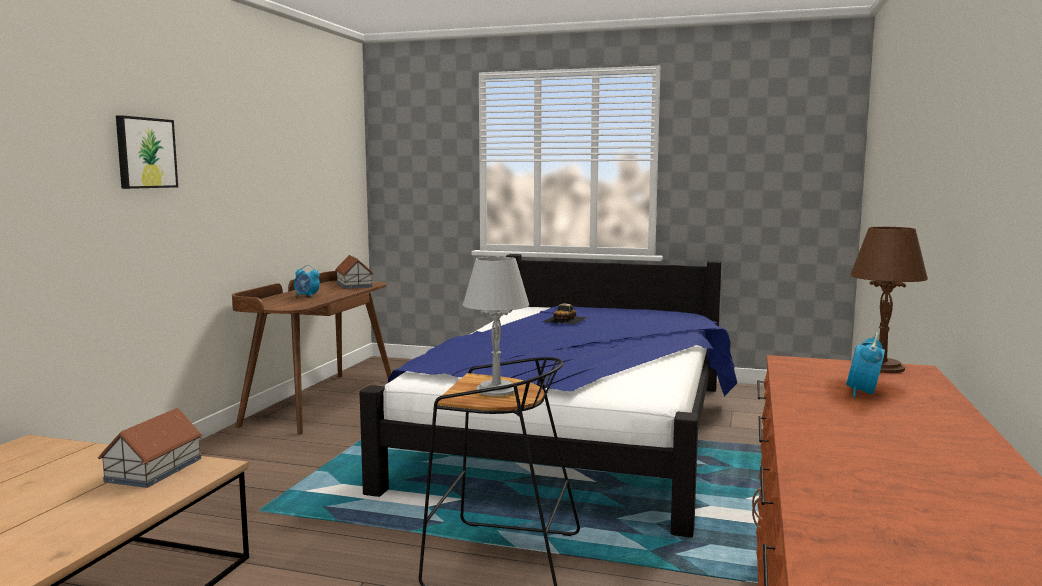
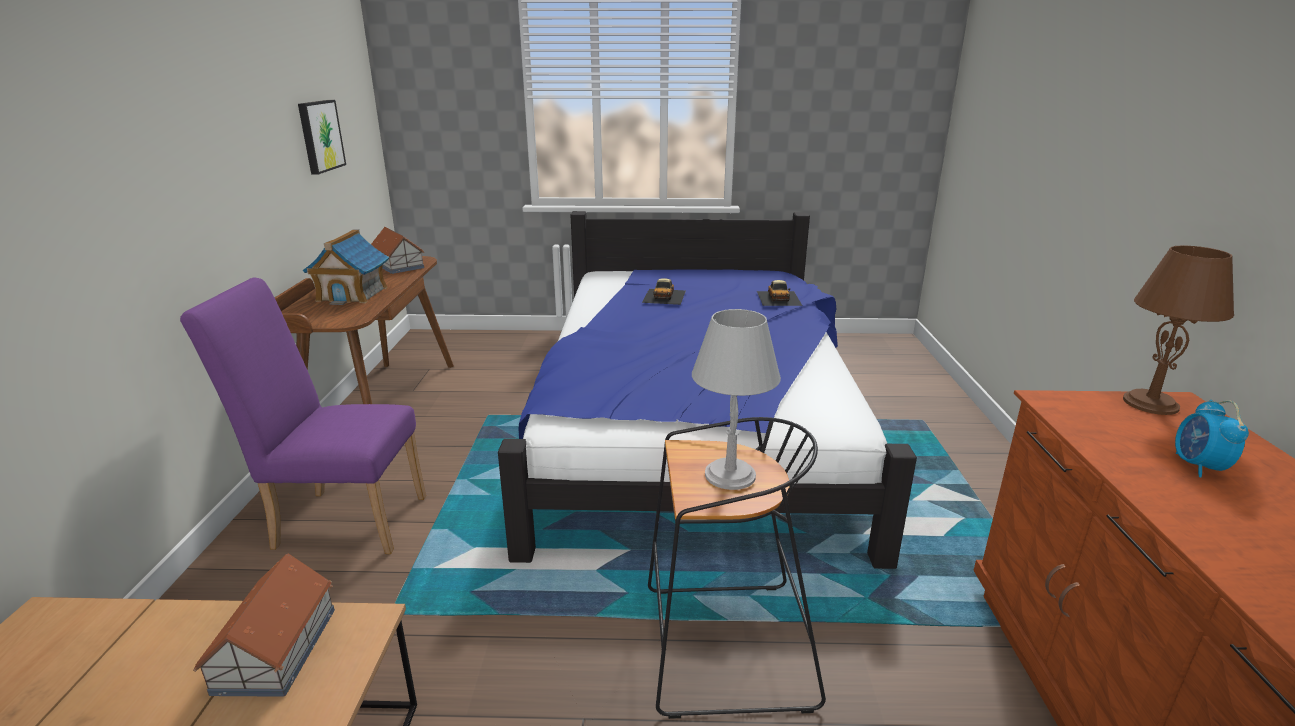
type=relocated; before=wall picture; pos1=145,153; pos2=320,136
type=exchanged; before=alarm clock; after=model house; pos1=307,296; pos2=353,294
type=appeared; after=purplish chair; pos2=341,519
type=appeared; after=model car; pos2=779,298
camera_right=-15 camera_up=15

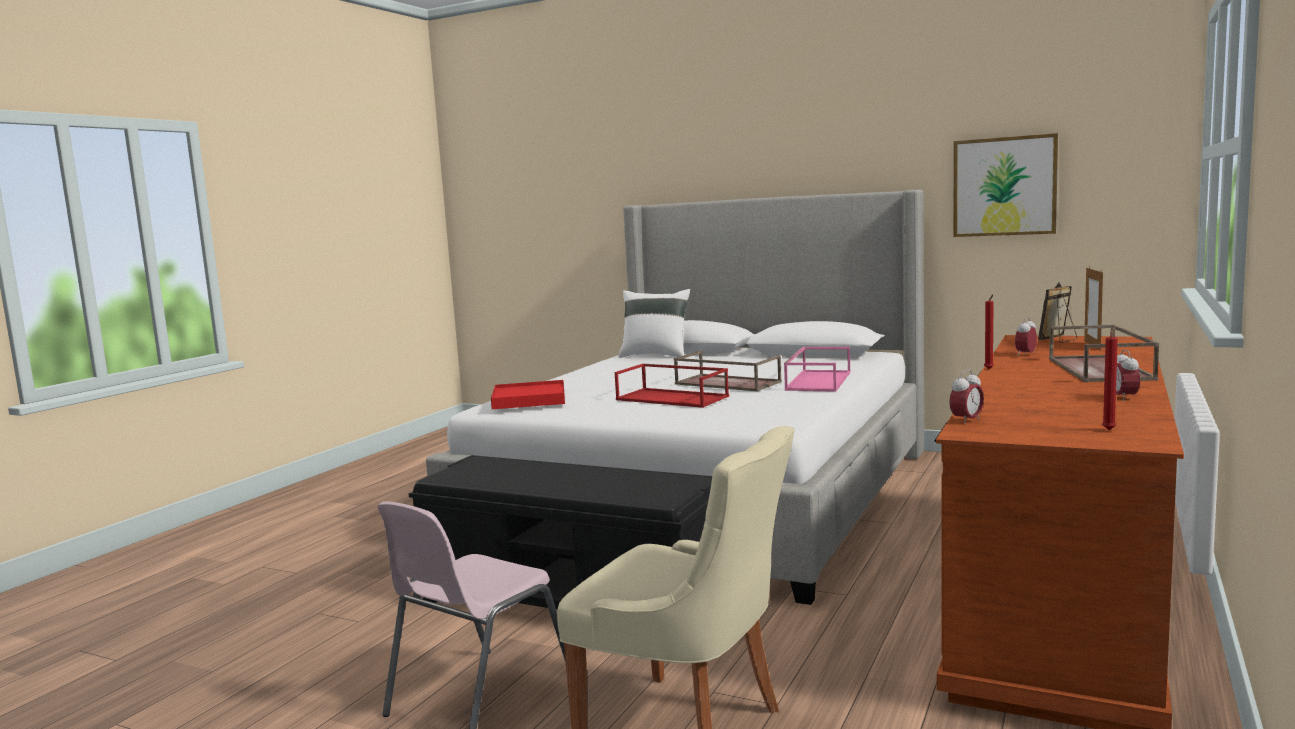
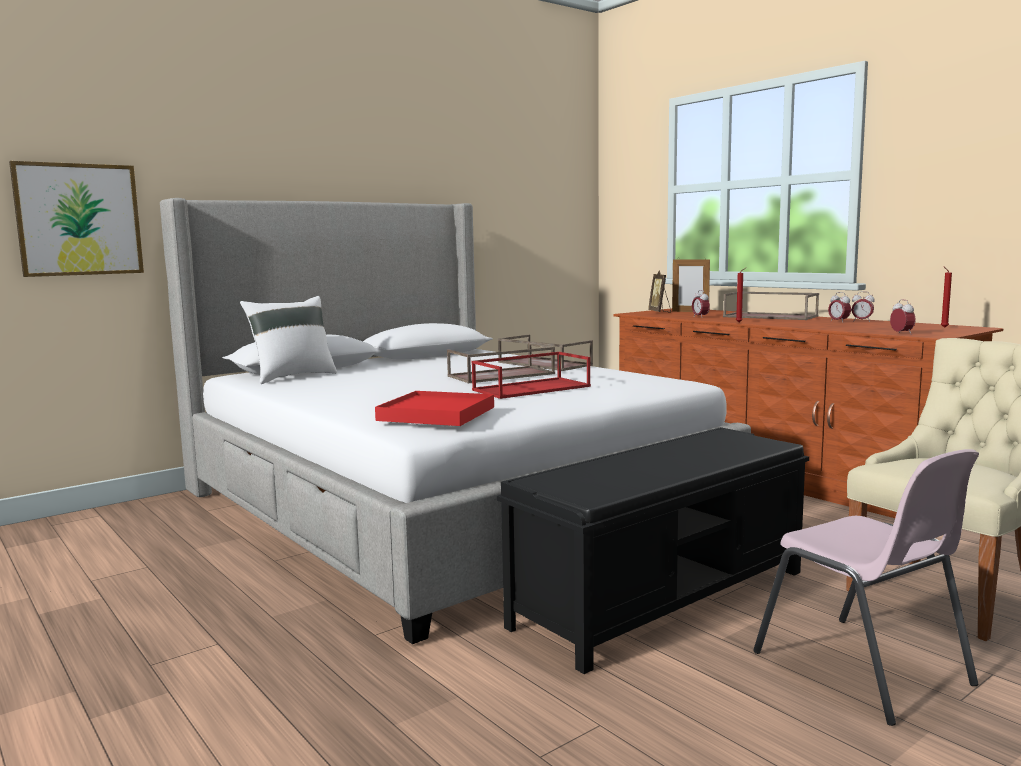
type=relocated; before=wall picture; pos1=1004,186; pos2=79,219
type=colour; before=pinkish tray; after=brown-coloured tray; pos1=817,381; pos2=543,364
type=appeared; after=alarm clock; pos2=838,322
camera_right=-65 camera_up=0

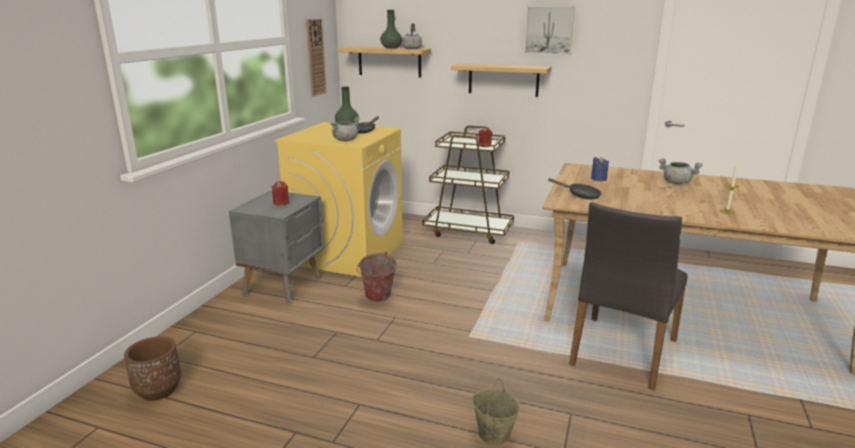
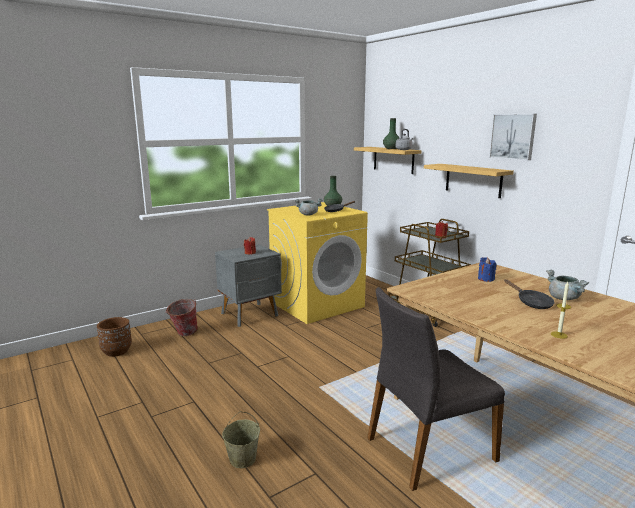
type=missing; before=clock on the wall; pos1=315,57
type=relocated; before=blackish frying pan; pos1=580,195; pos2=531,303
type=relocated; before=bucket; pos1=377,299; pos2=183,334
camera_right=35 camera_up=-5

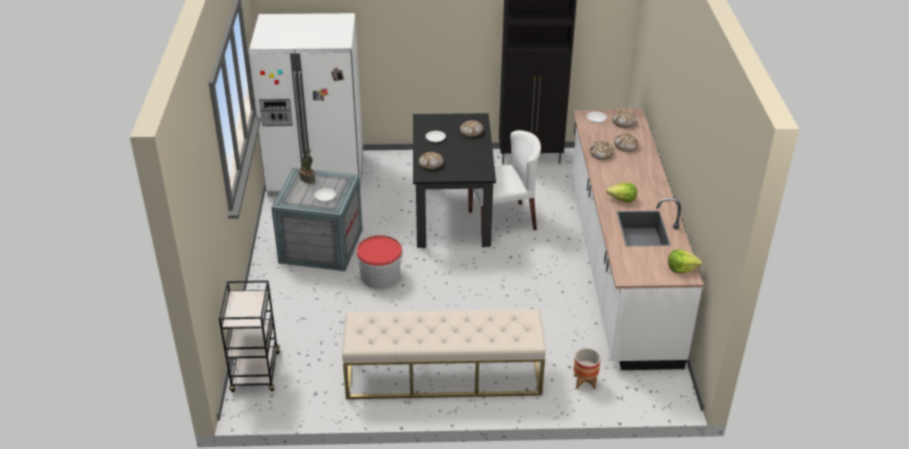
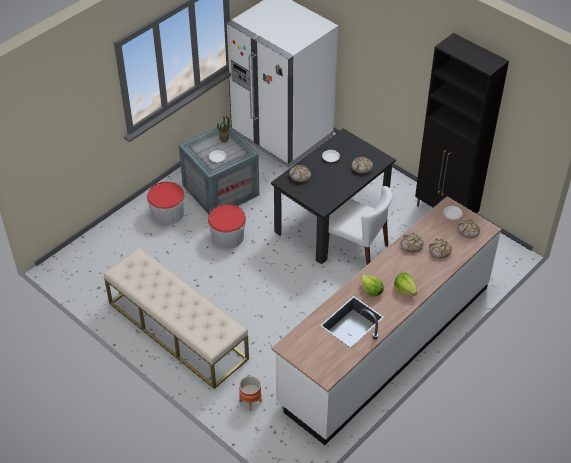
type=relocated; before=head of lettuce; pos1=681,268; pos2=405,289
type=missing; before=blackish wheeled cart; pos1=256,373
type=appeared; after=bucket; pos2=168,213
camera_right=45 camera_up=10

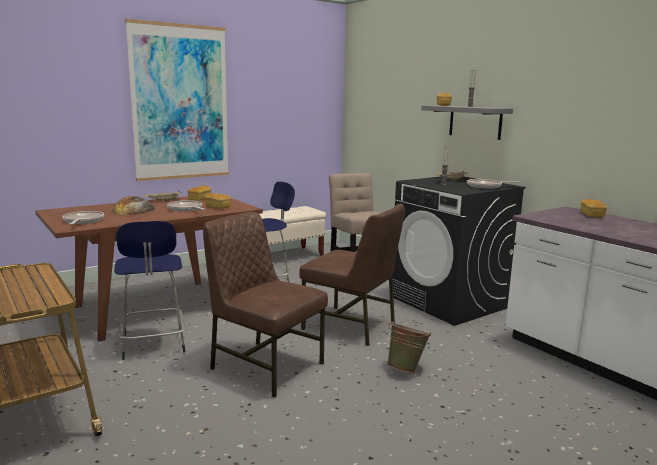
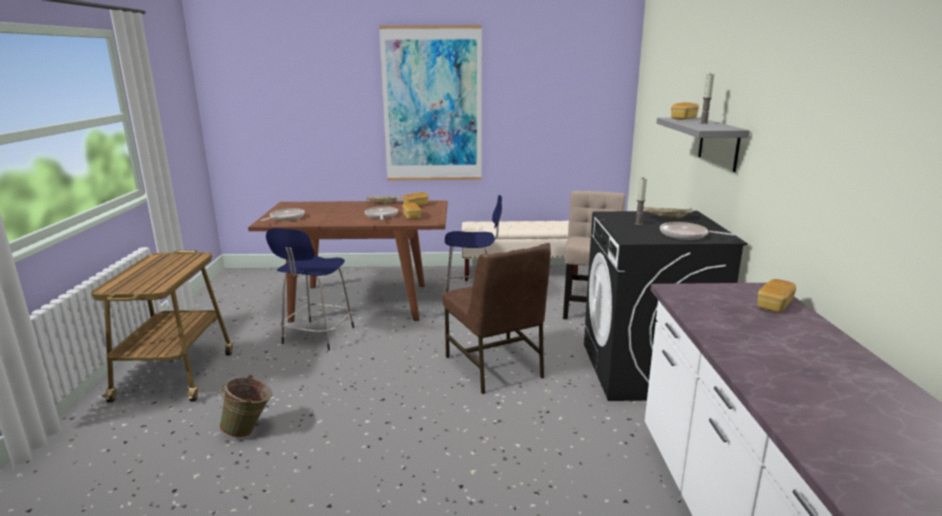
type=missing; before=baked bread; pos1=133,210
type=missing; before=brown-coloured chair; pos1=265,366
type=relocated; before=green-coloured bucket; pos1=406,369; pos2=250,431
camera_right=35 camera_up=5

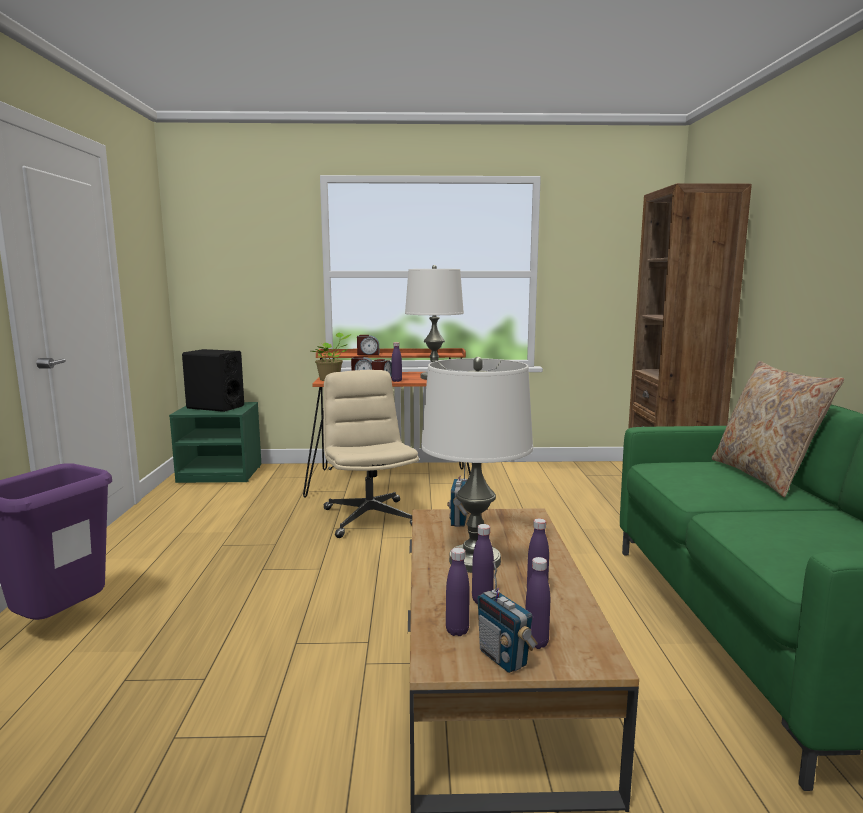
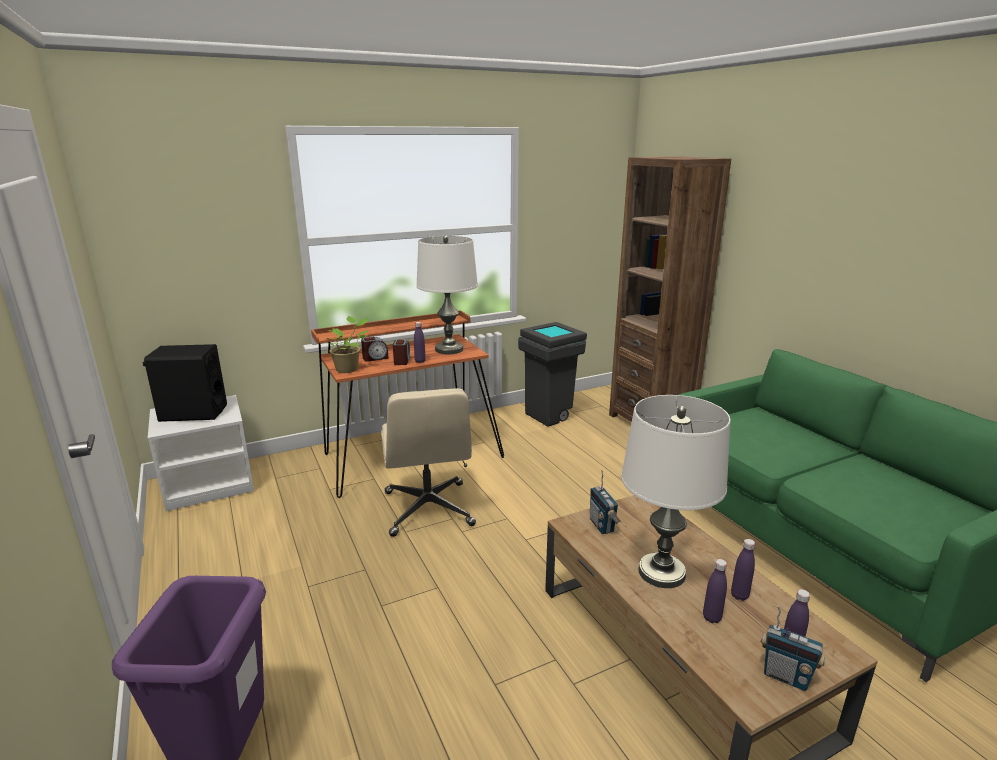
type=missing; before=alarm clock; pos1=368,354
type=missing; before=beige pillow; pos1=764,476
type=spun; before=beige computer chair; pos1=369,518; pos2=429,509; turn=-150
type=colour; before=green-coloured bedside table; after=whitish bedside table; pos1=221,473; pos2=210,484
type=missing; before=purplish beverage bottle; pos1=457,631
type=appeared; after=grey waste bin; pos2=551,416
camera_right=-25 camera_up=10

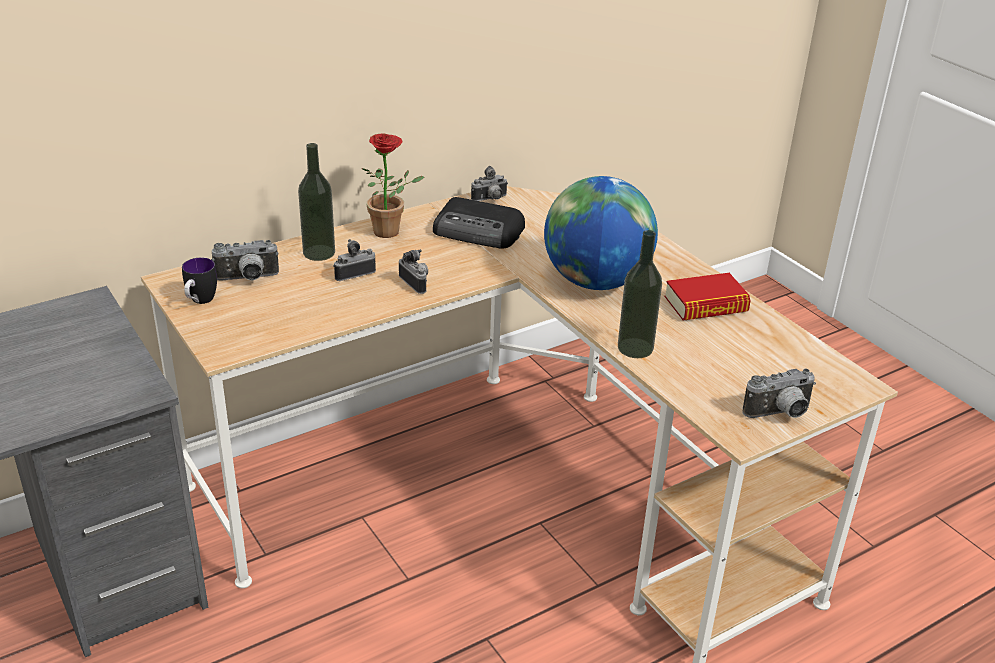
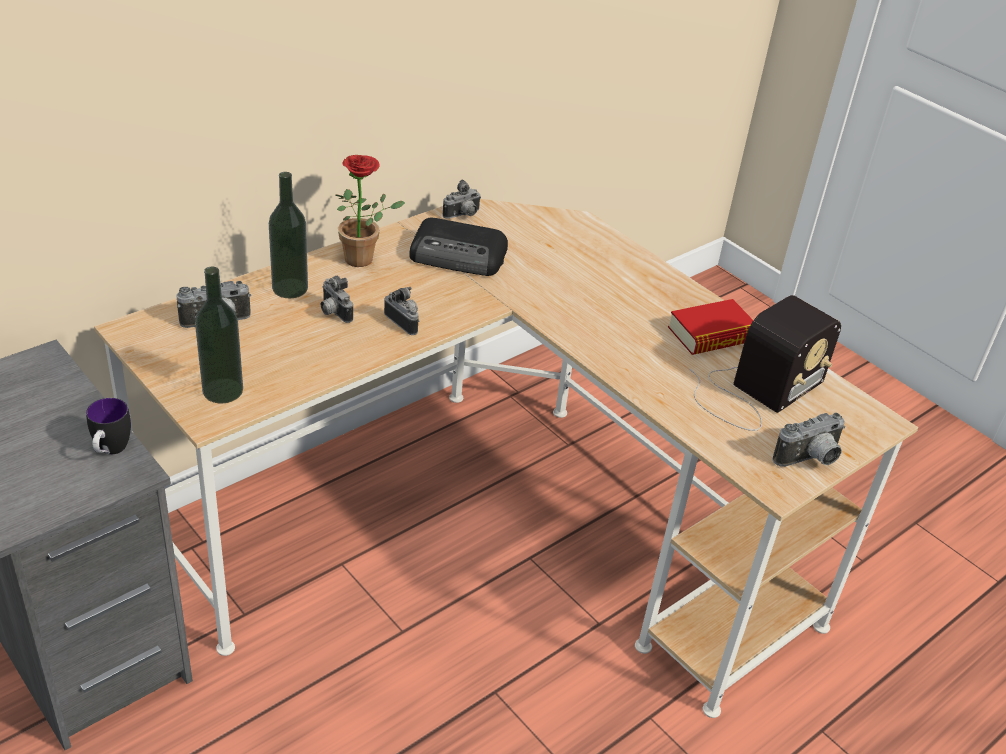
type=missing; before=desk globe; pos1=595,282
type=relocated; before=beverage bottle; pos1=635,348; pos2=222,391
type=spun; before=photo camera; pos1=353,273; pos2=333,313; turn=-90
type=relocated; before=coffee mug; pos1=200,302; pos2=110,451
type=appeared; after=radio receiver; pos2=755,392
camera_right=-10 camera_up=5

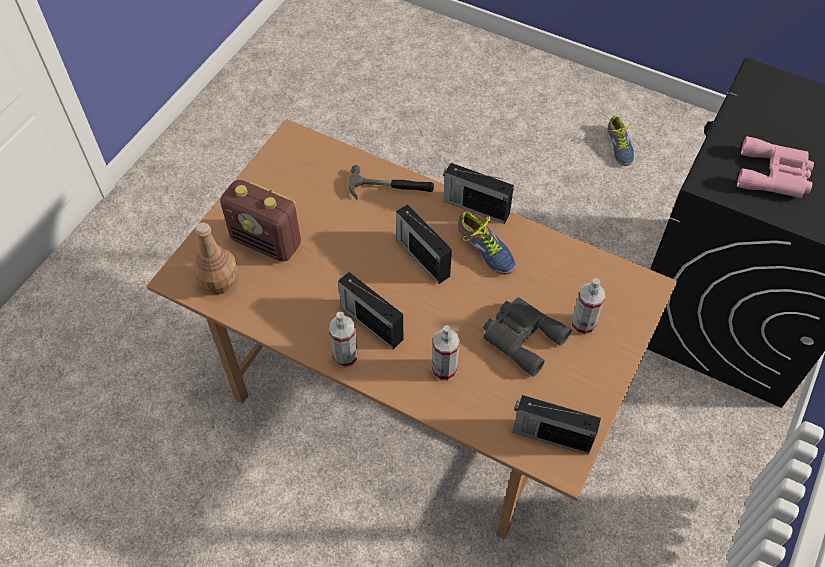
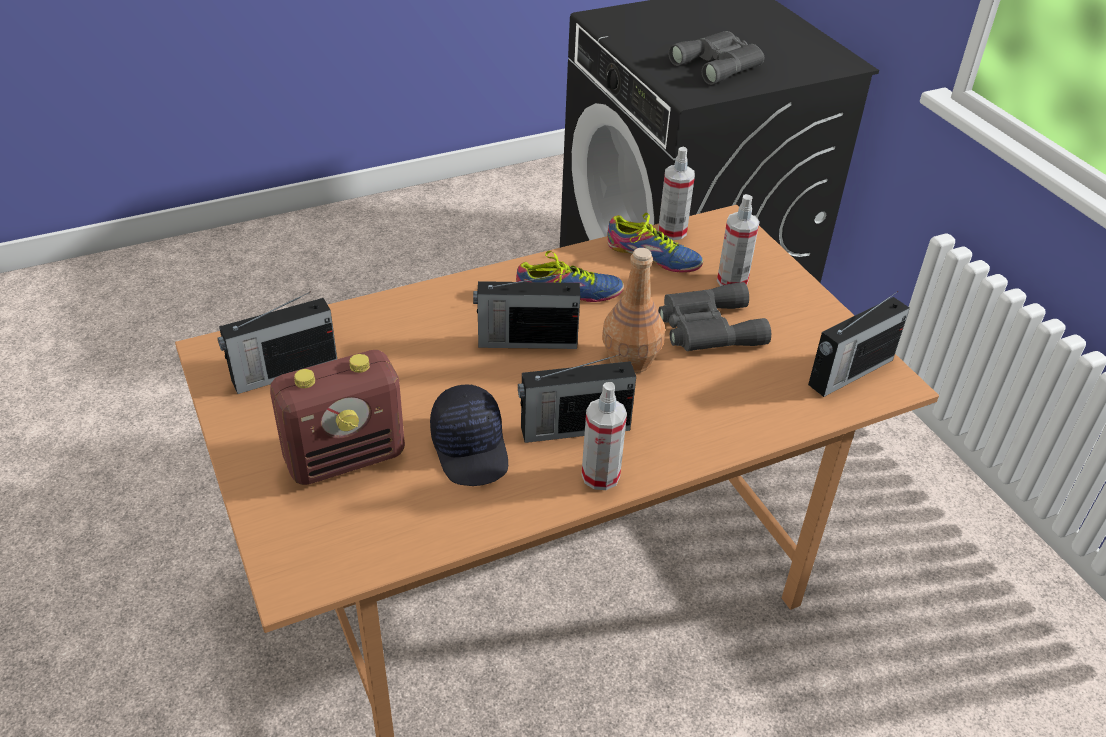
type=relocated; before=low shoe; pos1=617,147; pos2=652,258
type=colour; before=pinkish binoculars; after=grey binoculars; pos1=775,175; pos2=720,64
type=relocated; before=radio receiver; pos1=475,207; pos2=283,372
type=missing; before=tool hammer; pos1=390,188
type=relocated; before=brown-coloured beverage bottle; pos1=219,281; pos2=630,359
type=relocated; before=hand sprayer; pos1=444,369; pos2=672,231
type=appeared; after=blackish cap; pos2=471,448
camera_right=-55 camera_up=-15

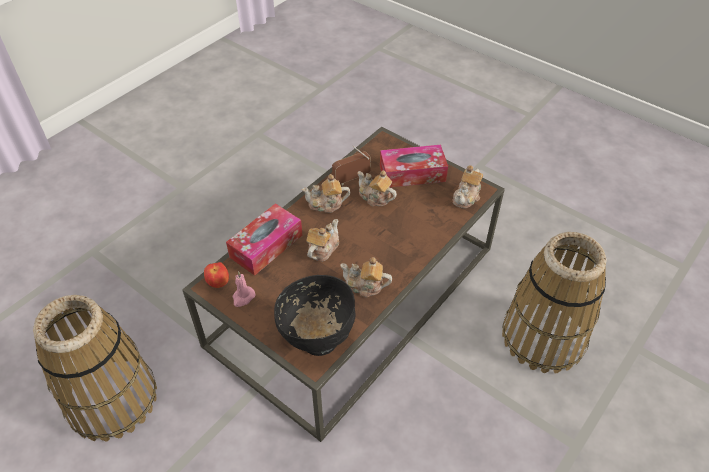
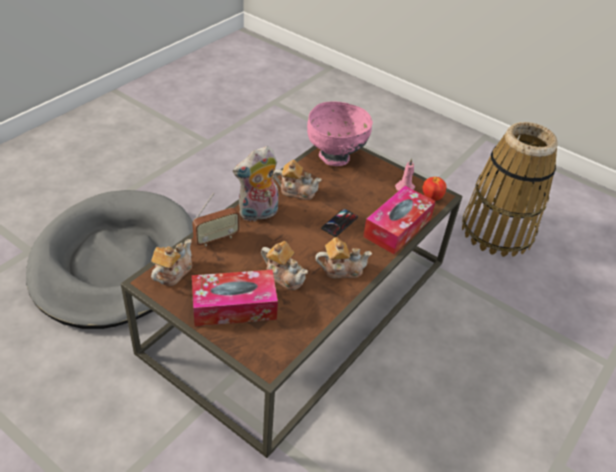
type=relocated; before=radio receiver; pos1=351,179; pos2=216,238
type=exchanged; before=teapot; after=telephone; pos1=322,249; pos2=339,223
type=exchanged; before=basket; after=grey pet bed; pos1=543,337; pos2=115,262
type=colour; before=blackish deep dish; after=pinkish deep dish; pos1=318,339; pos2=335,158
type=appeared; after=soft toy; pos2=258,214
camera_right=175 camera_up=-5

